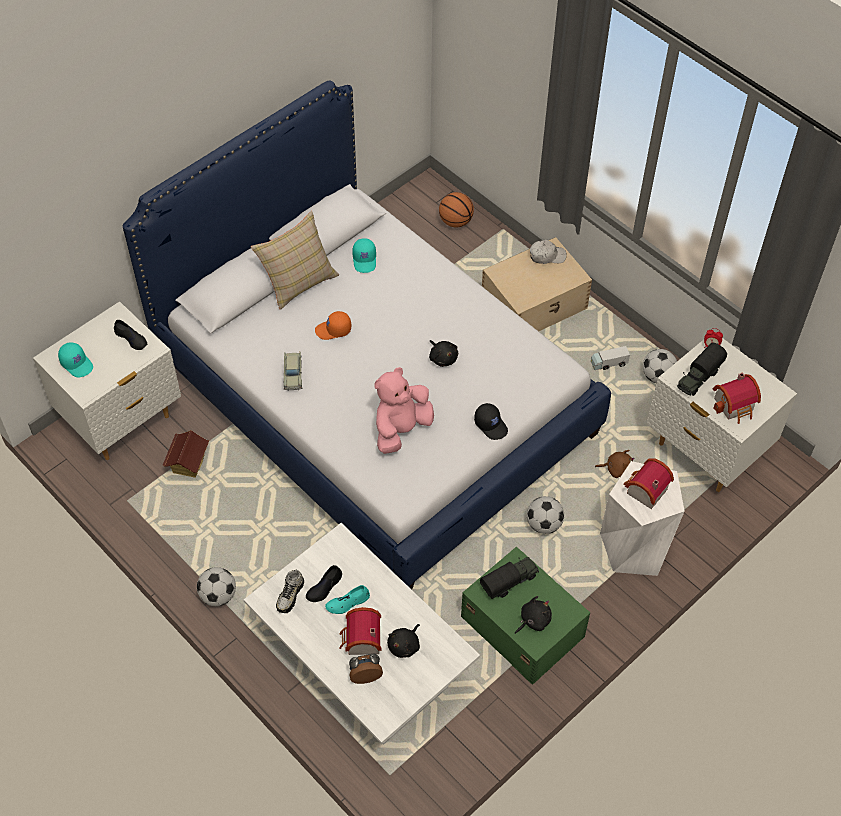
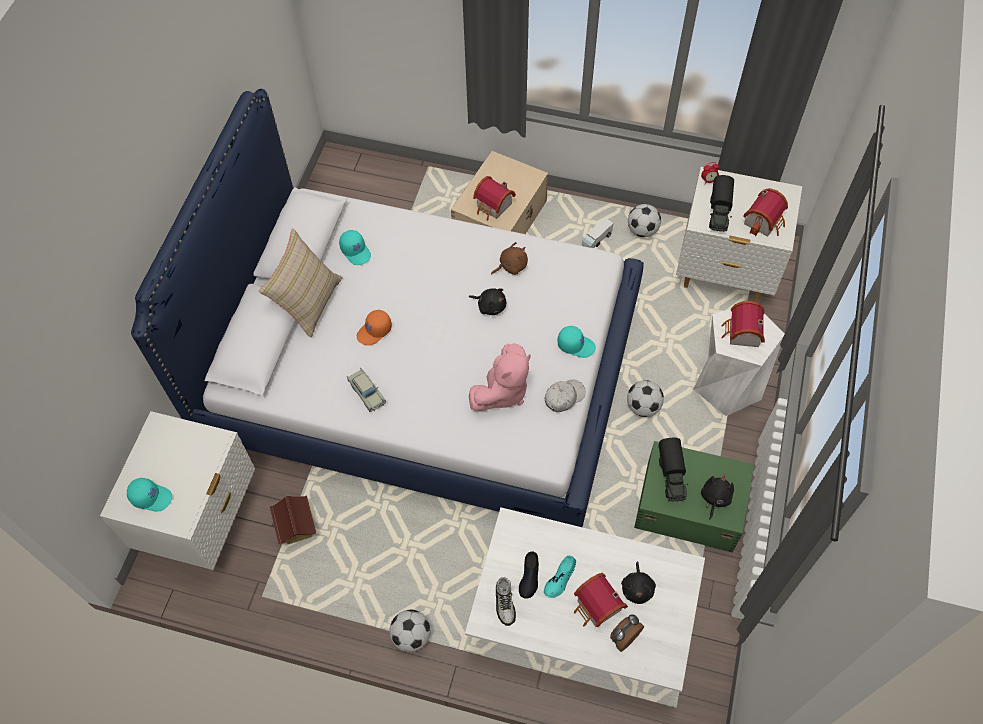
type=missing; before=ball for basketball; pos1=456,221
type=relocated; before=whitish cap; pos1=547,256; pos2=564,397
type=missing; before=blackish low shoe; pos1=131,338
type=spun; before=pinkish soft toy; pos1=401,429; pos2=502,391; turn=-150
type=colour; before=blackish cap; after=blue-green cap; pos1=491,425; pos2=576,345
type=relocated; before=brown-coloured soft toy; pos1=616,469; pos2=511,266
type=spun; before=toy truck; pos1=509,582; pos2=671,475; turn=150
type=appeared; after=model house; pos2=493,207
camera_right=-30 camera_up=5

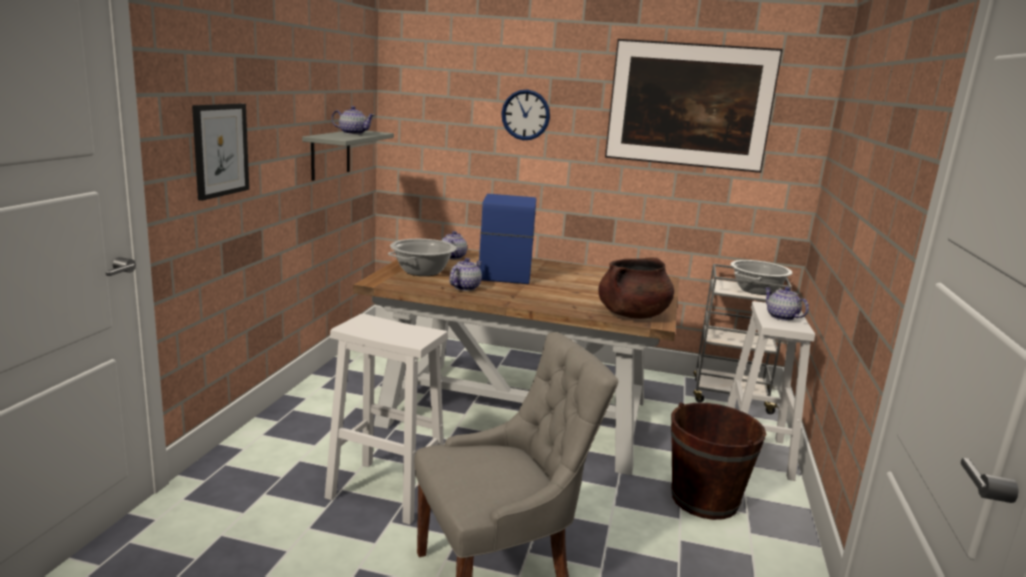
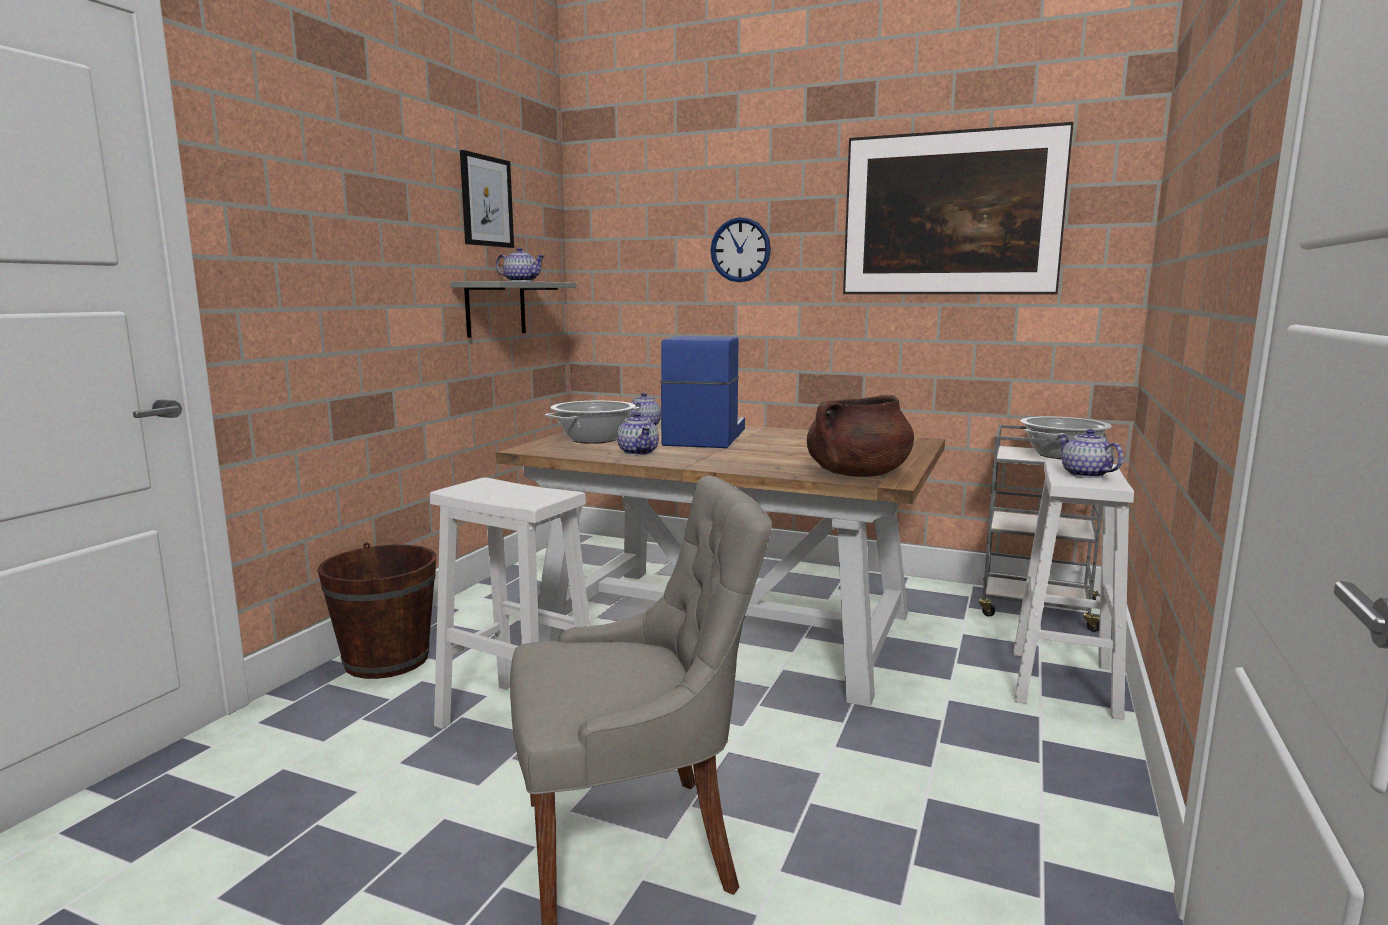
type=relocated; before=wall picture; pos1=220,150; pos2=486,201
type=spun; before=teapot; pos1=465,287; pos2=639,452; turn=120
type=relocated; before=brown-coloured bucket; pos1=704,500; pos2=387,660
camera_right=10 camera_up=-5

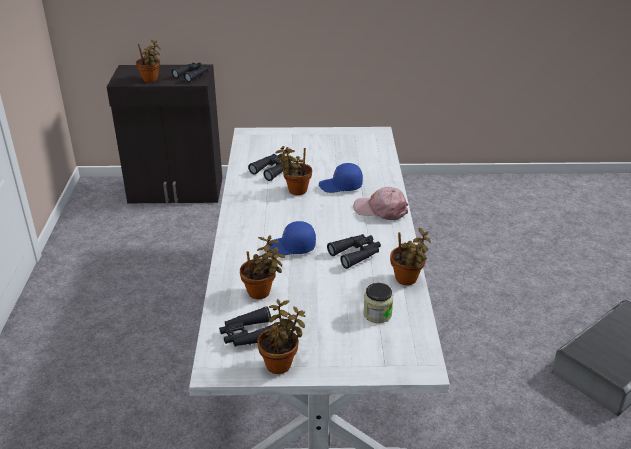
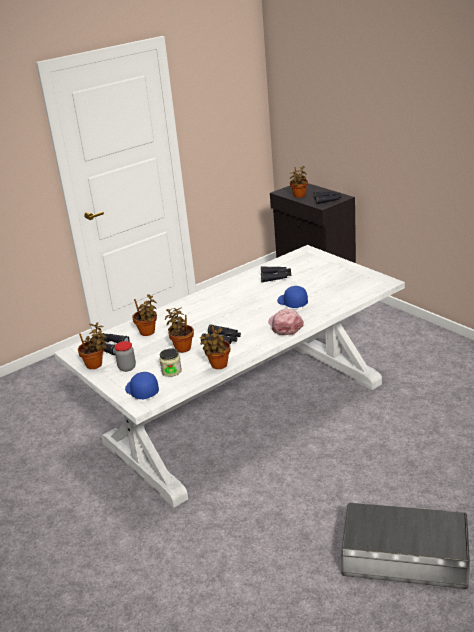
type=relocated; before=potted plant; pos1=295,190; pos2=182,347
type=relocated; before=bluish cap; pos1=291,247; pos2=141,391
type=appeared; after=storage jar; pos2=127,368
camera_right=55 camera_up=-5

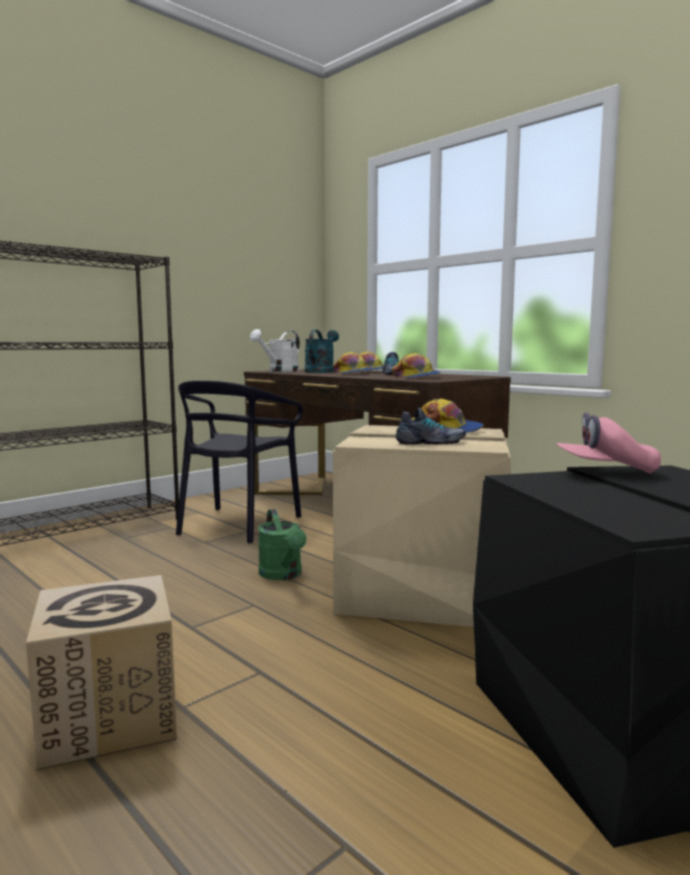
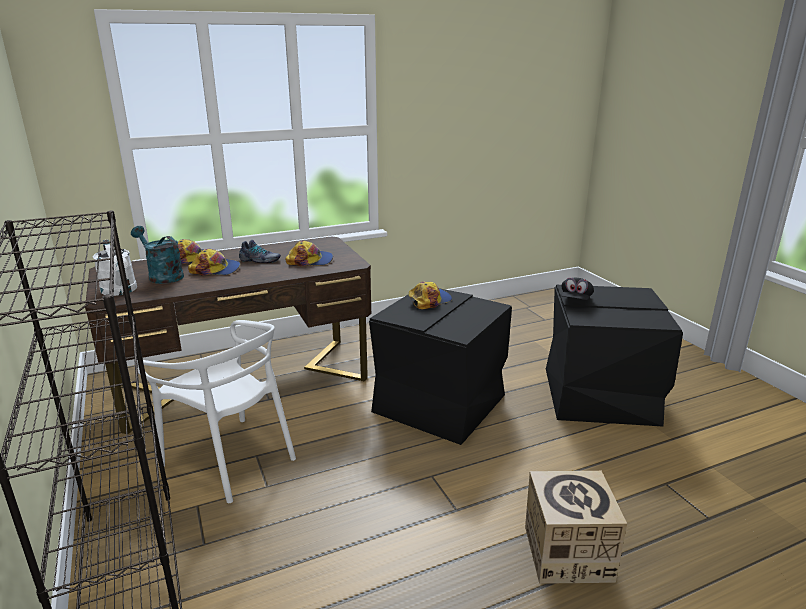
type=colour; before=blackish chair; after=whitish chair; pos1=238,524; pos2=230,459
type=missing; before=low shoe; pos1=431,442
type=colour; before=pinkish cap; after=blackish cap; pos1=606,471; pos2=575,300
type=colour; before=beige storage bin; after=blackish storage bin; pos1=425,590; pos2=441,403
type=missing; before=green-coloured watering can; pos1=283,575
camera_right=-70 camera_up=15

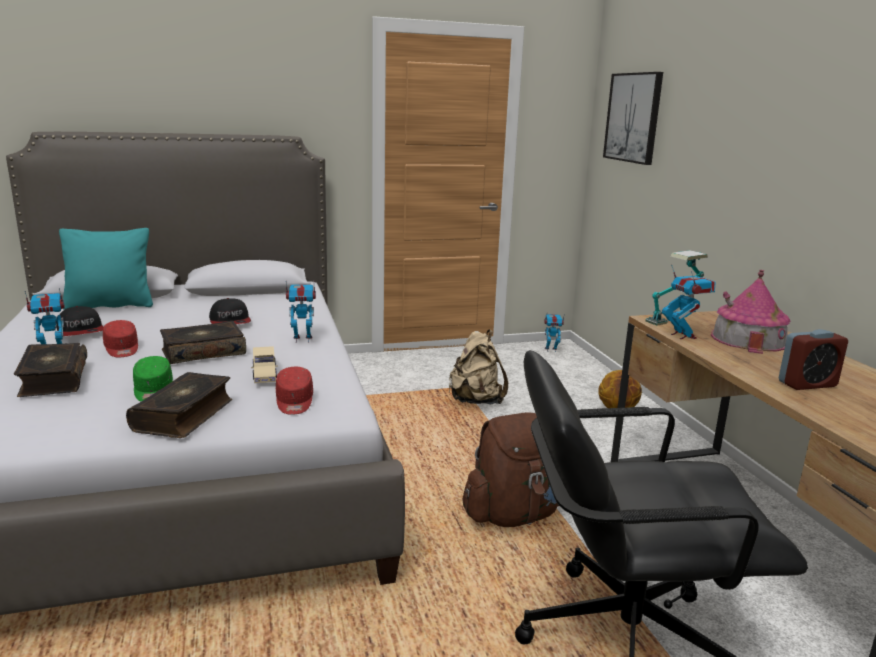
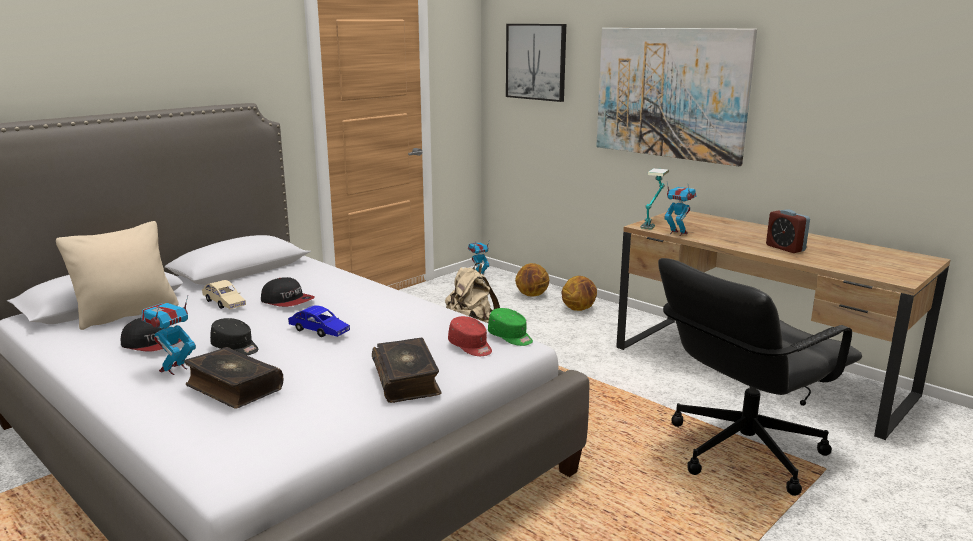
type=colour; before=blue-green pillow; after=beige pillow; pos1=110,305; pos2=127,314
type=missing; before=model house; pos1=748,339
type=missing; before=model robot; pos1=302,339
type=colour; before=red cap; after=blackish cap; pos1=122,349; pos2=236,347
type=exchanged; before=book; after=bluish model car; pos1=203,352; pos2=319,331
type=spun; before=alarm clock; pos1=807,384; pos2=785,248; turn=105
type=relocated; before=beige model car; pos1=264,373; pos2=224,303
type=relocated; before=green-coloured cap; pos1=153,390; pos2=510,337
type=missing; before=brown-coloured rucksack; pos1=514,514
type=appeared; after=wall picture; pos2=670,93
type=appeared; after=ball for basketball; pos2=532,295
camera_right=-30 camera_up=0

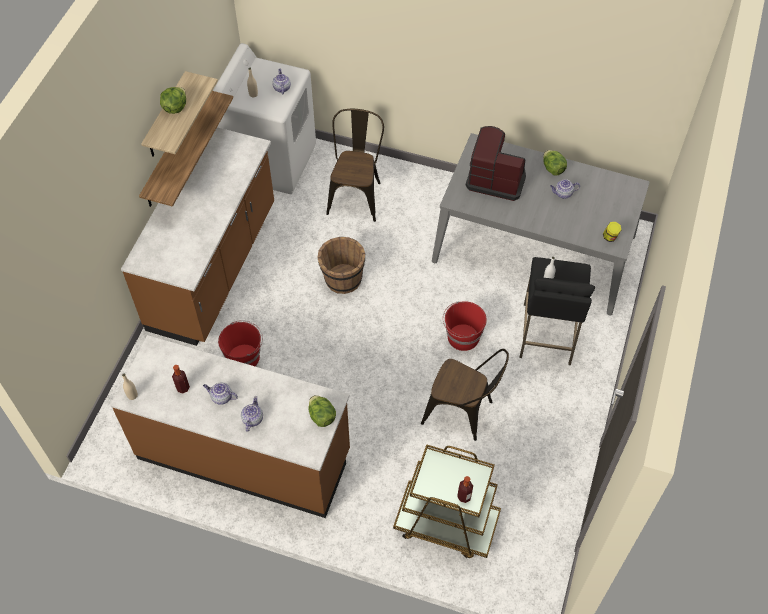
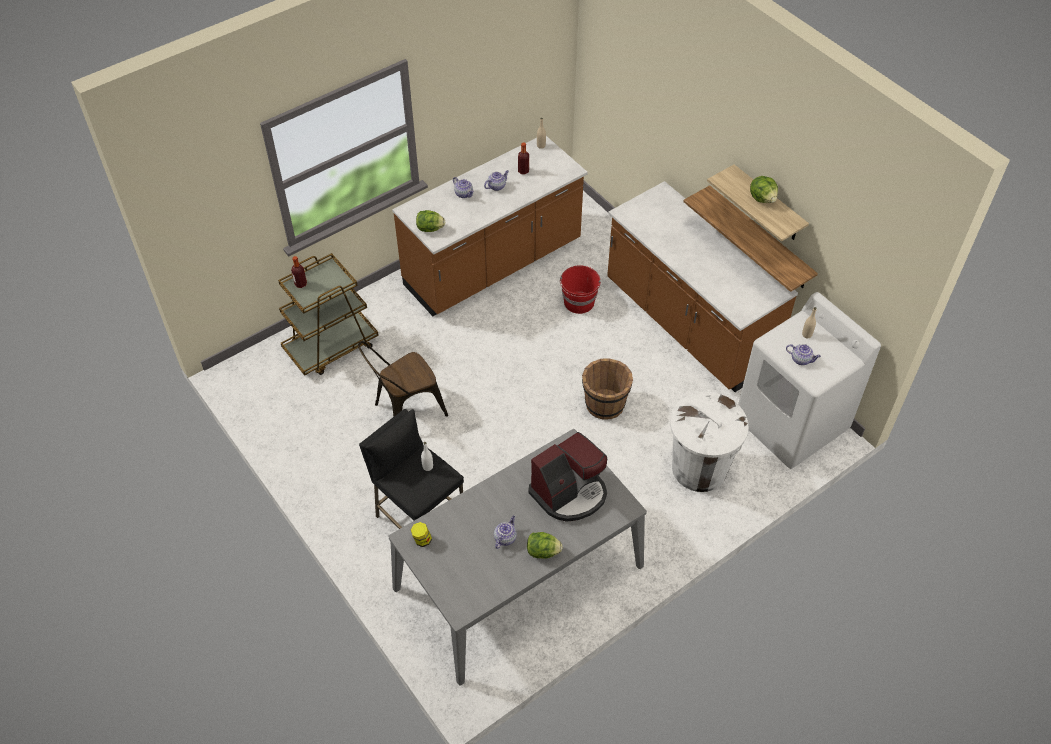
type=exchanged; before=brown-coloured chair; after=whitish waste bin; pos1=356,194; pos2=699,469
type=missing; before=red bucket; pos1=462,337
camera_right=125 camera_up=-5

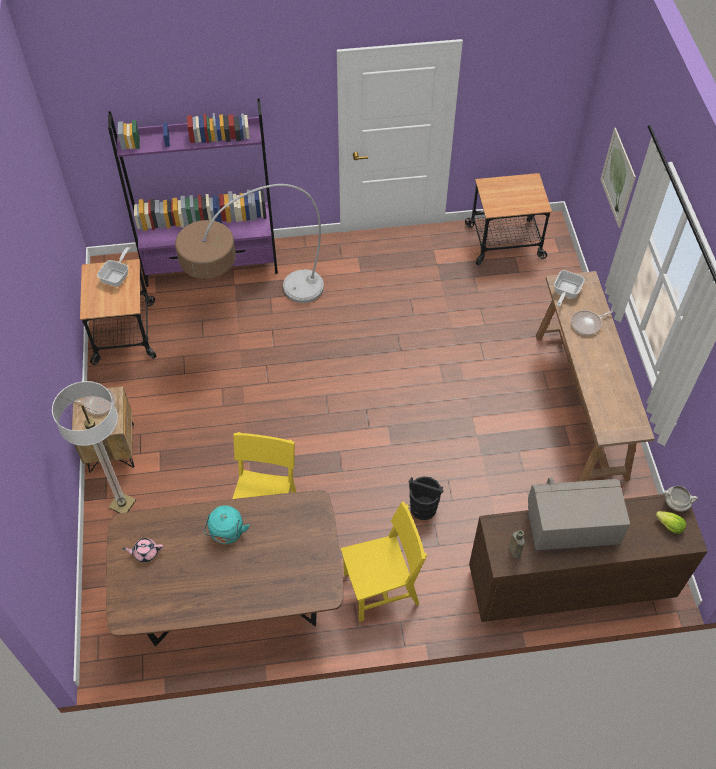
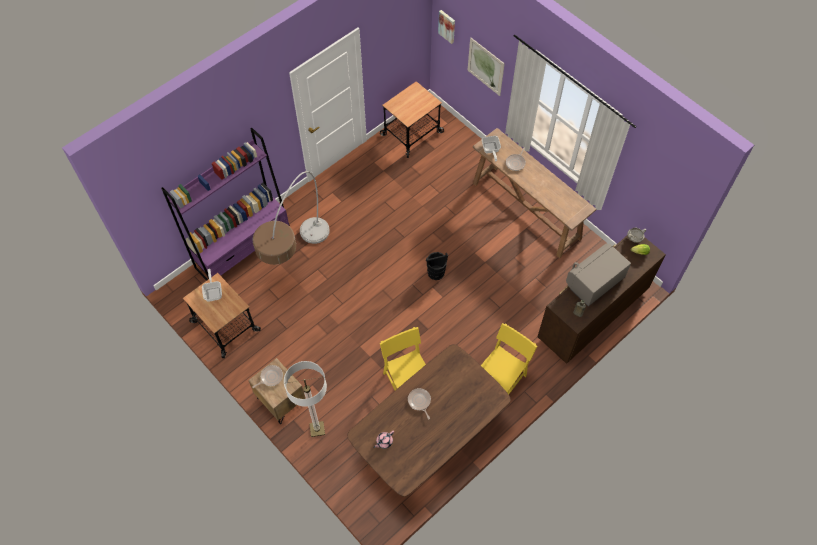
type=relocated; before=blackish bucket; pos1=423,508; pos2=436,272
type=exchanged; before=blue-green kettle; after=frying pan; pos1=226,533; pos2=419,401
type=appeared; after=wall picture; pos2=447,26
camera_right=-35 camera_up=5

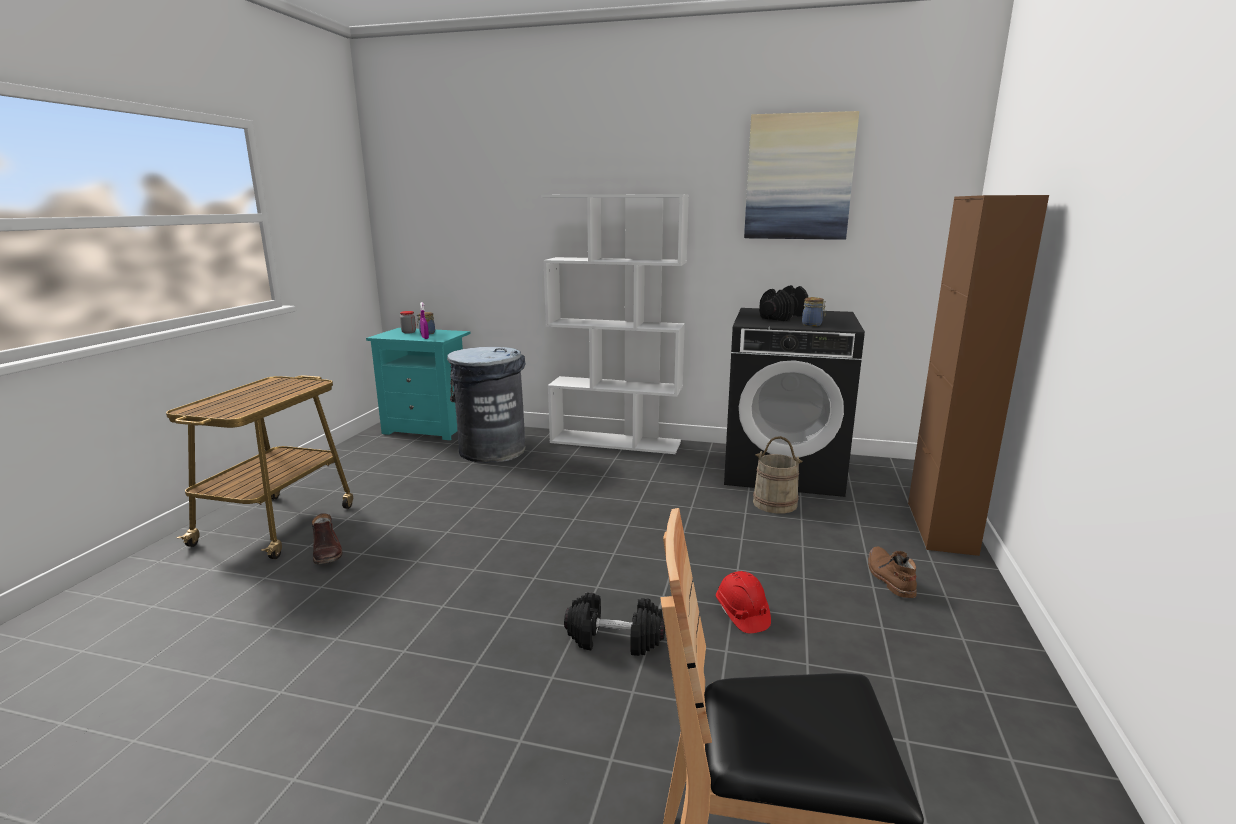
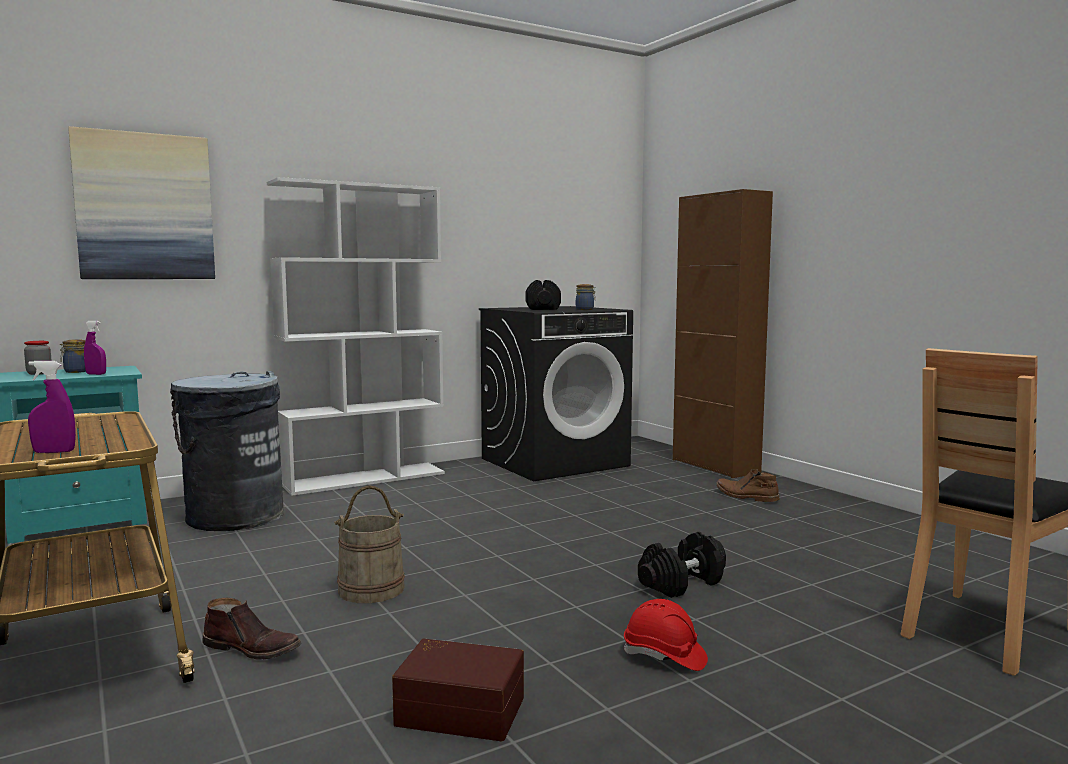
type=relocated; before=wall picture; pos1=799,177; pos2=145,207
type=relocated; before=beige bucket; pos1=775,503; pos2=371,589
type=relocated; before=red hard hat; pos1=742,614; pos2=664,656
type=appeared; after=purplish hand sprayer; pos2=54,452
type=appeared; after=brown-coloured storage bin; pos2=461,709
camera_right=-45 camera_up=-10

